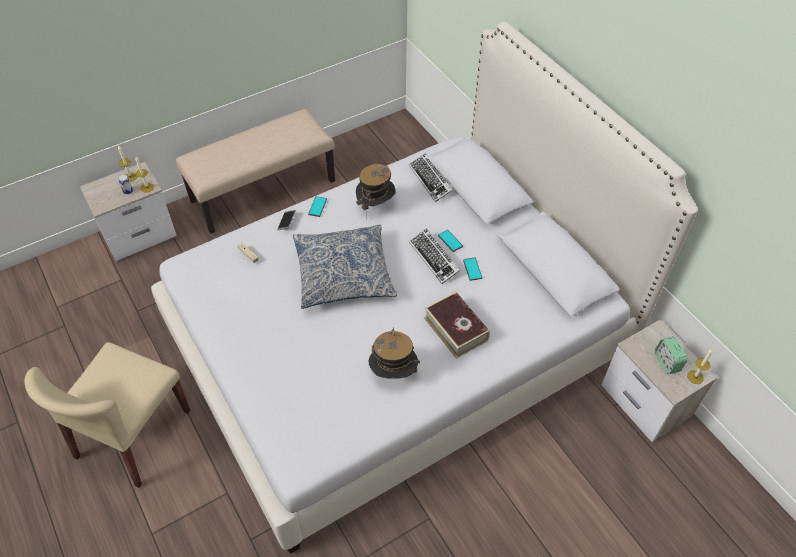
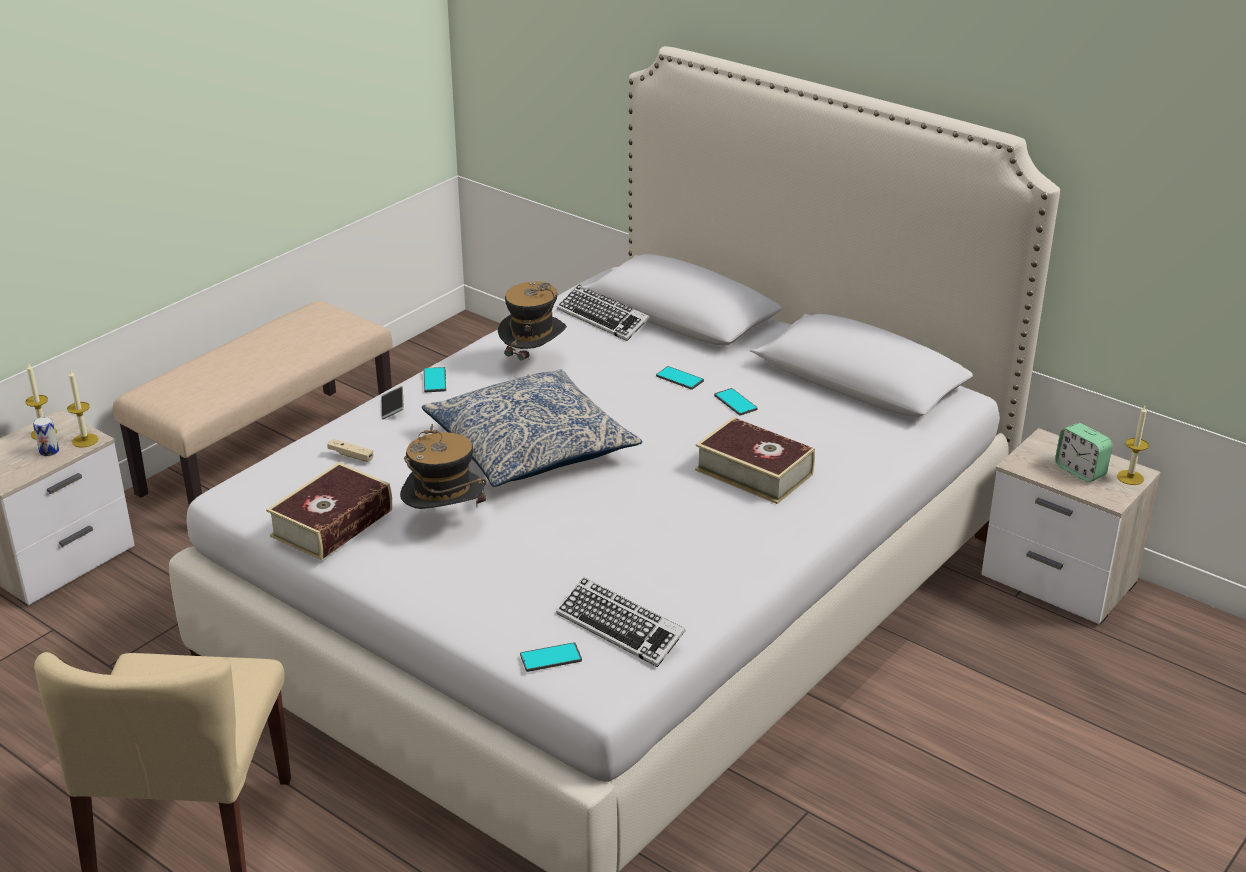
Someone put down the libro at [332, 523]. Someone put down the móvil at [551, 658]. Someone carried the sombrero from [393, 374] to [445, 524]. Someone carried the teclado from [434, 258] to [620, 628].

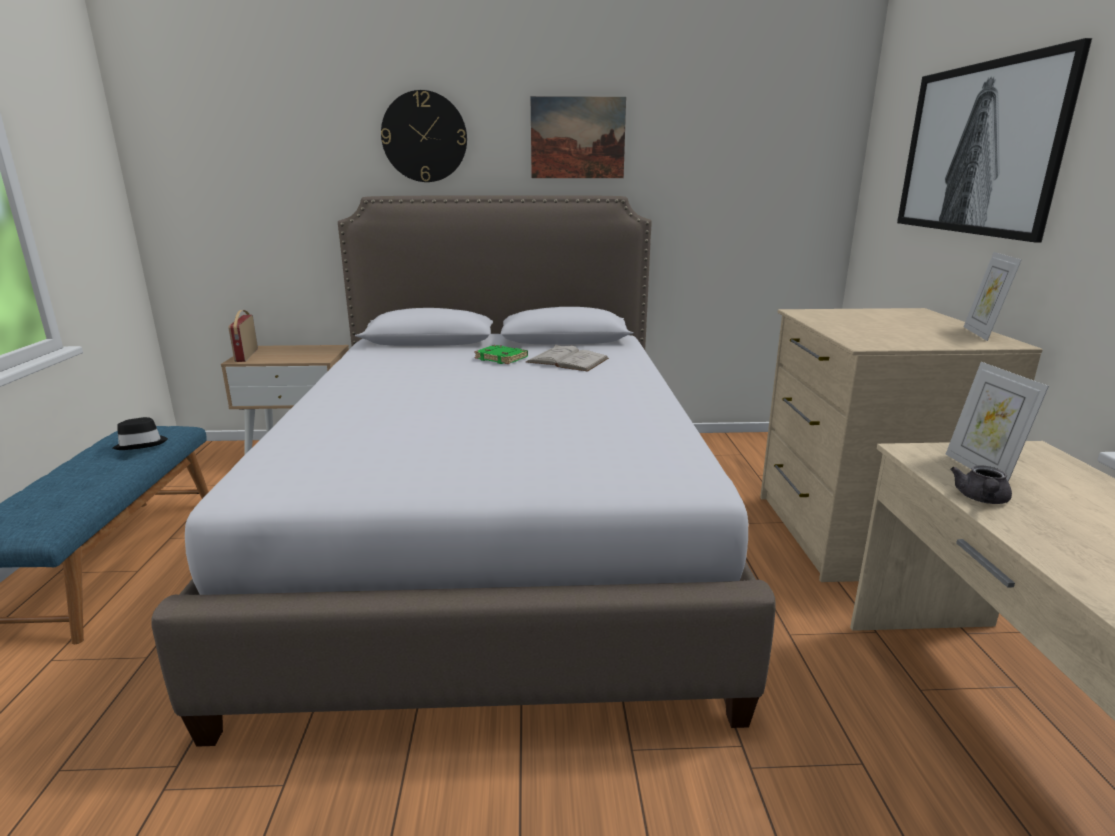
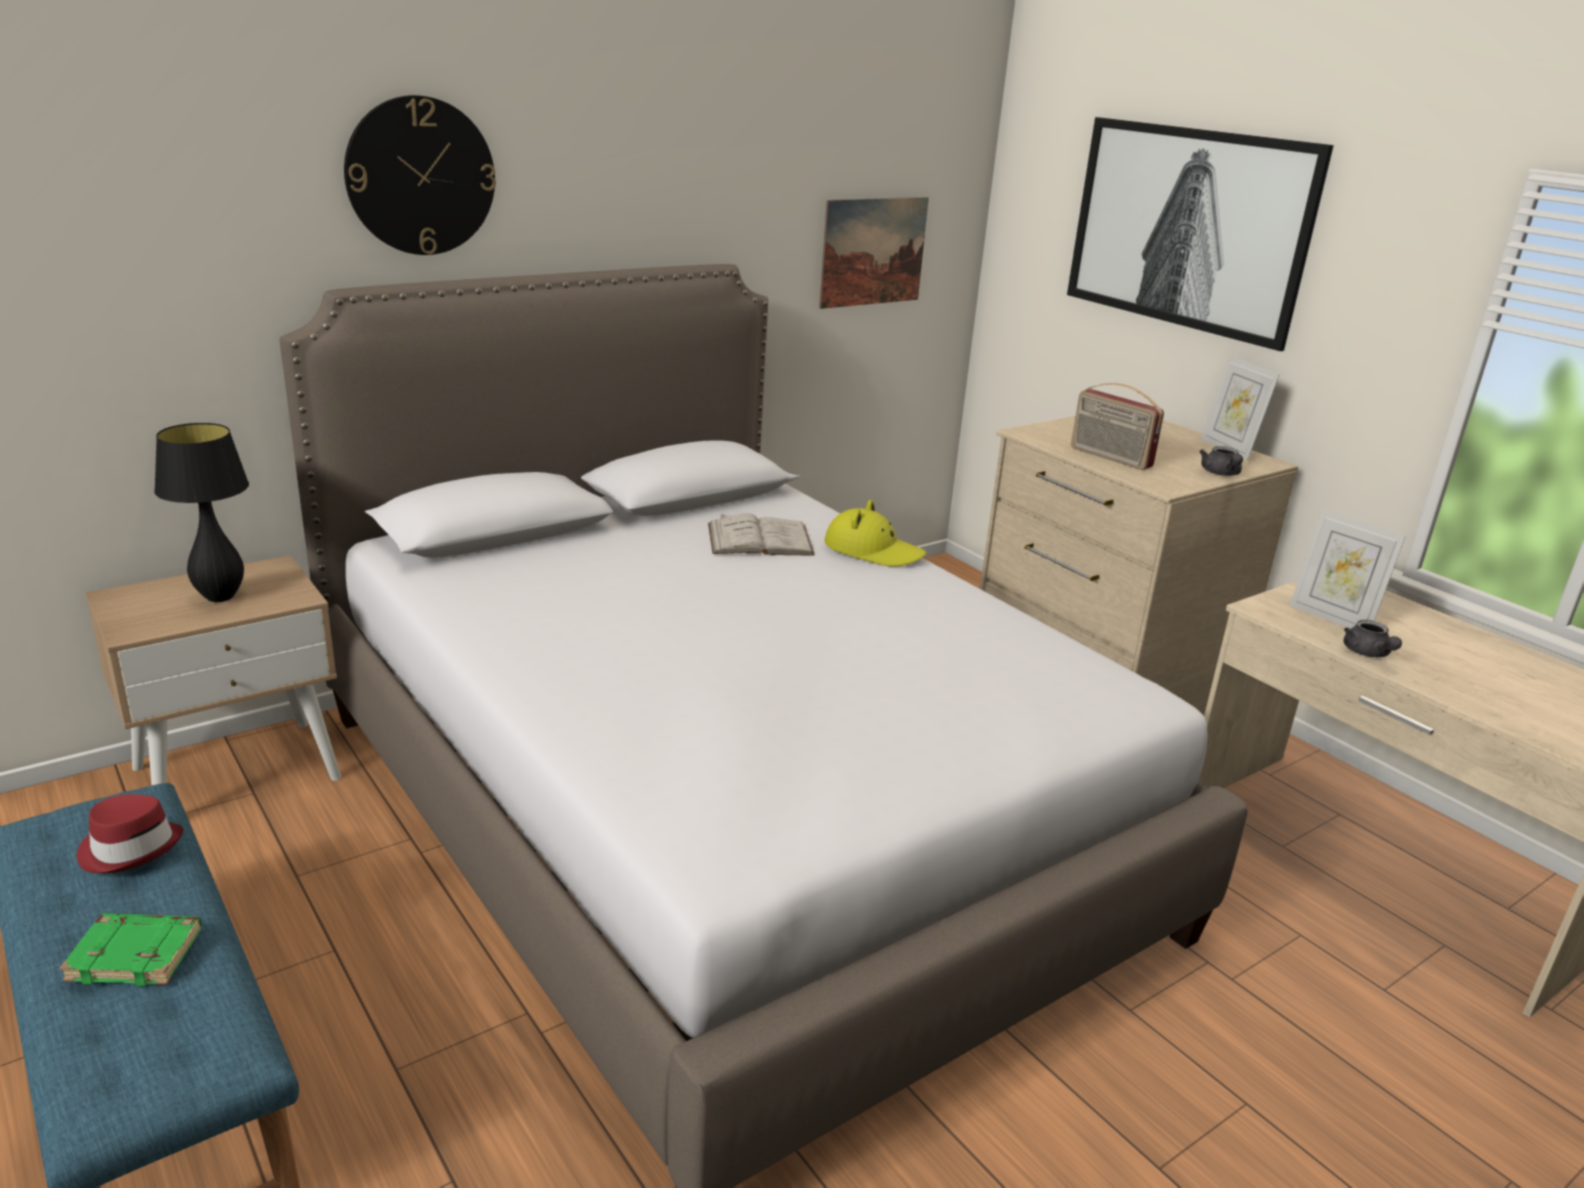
Someone put down the lámpara de mesa [negro] at [220, 597]. Someone put down the sombrero [amarillo] at [873, 551]. Someone put down the tetera [gris] at [1221, 474]. Someone carried the radio from [246, 355] to [1109, 458]. Someone carried the libro [verde] from [502, 358] to [137, 954]. Someone carried the cuadro from [577, 138] to [873, 251]. Someone repainted the sombrero [negro] at [142, 444], which became the sombrero [rojo] at [130, 847].

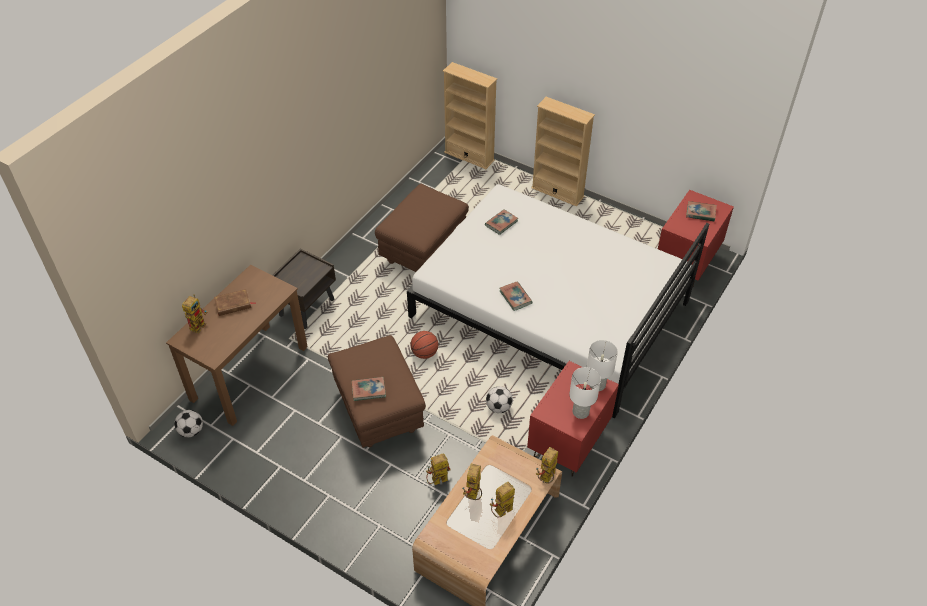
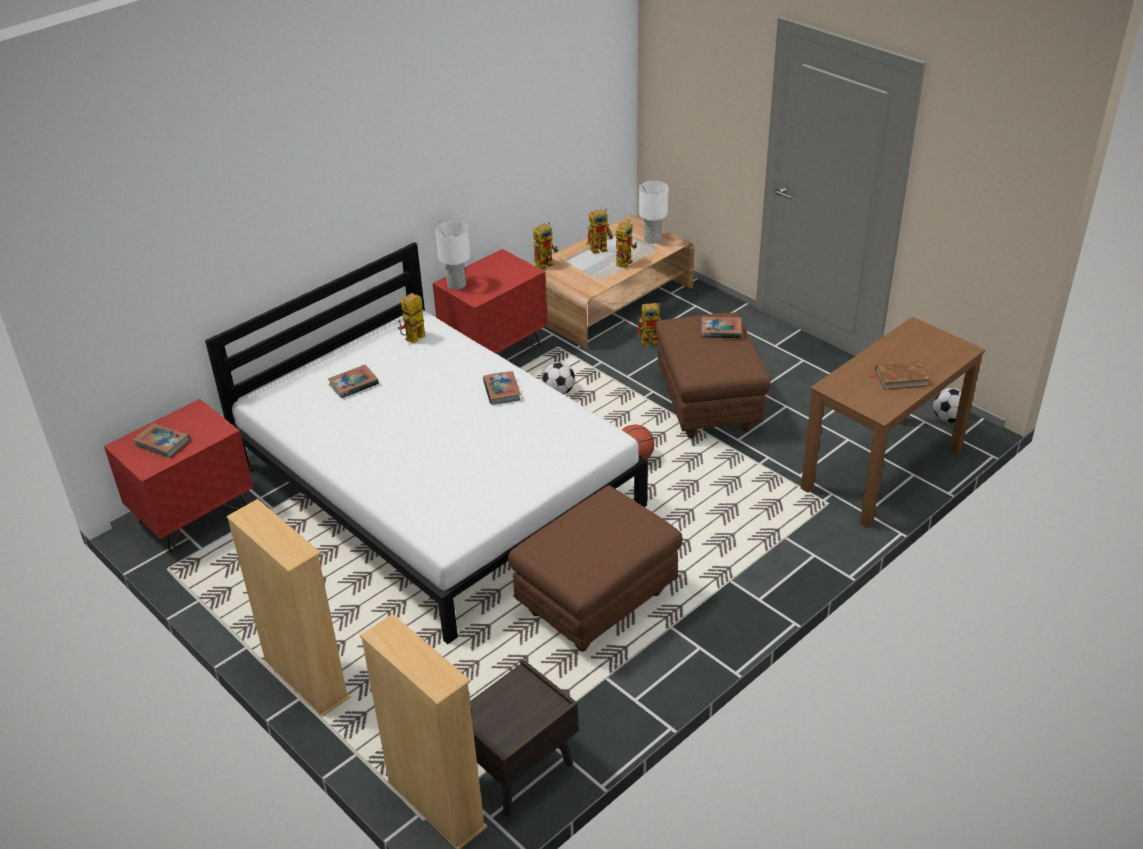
Someone carried the robot de juguete from [199, 324] to [413, 340]. Someone carried the mesita de noche [marrón] from [307, 307] to [518, 772]. Someone carried the libro from [501, 223] to [353, 384]. Someone carried the lámpara de mesa [blanco] from [581, 412] to [652, 239].

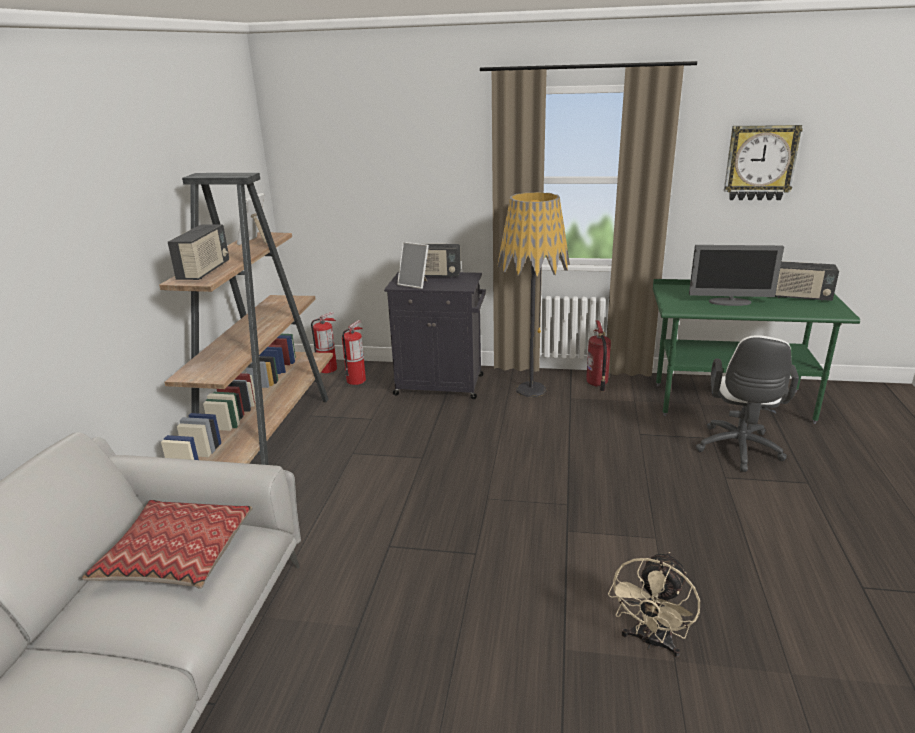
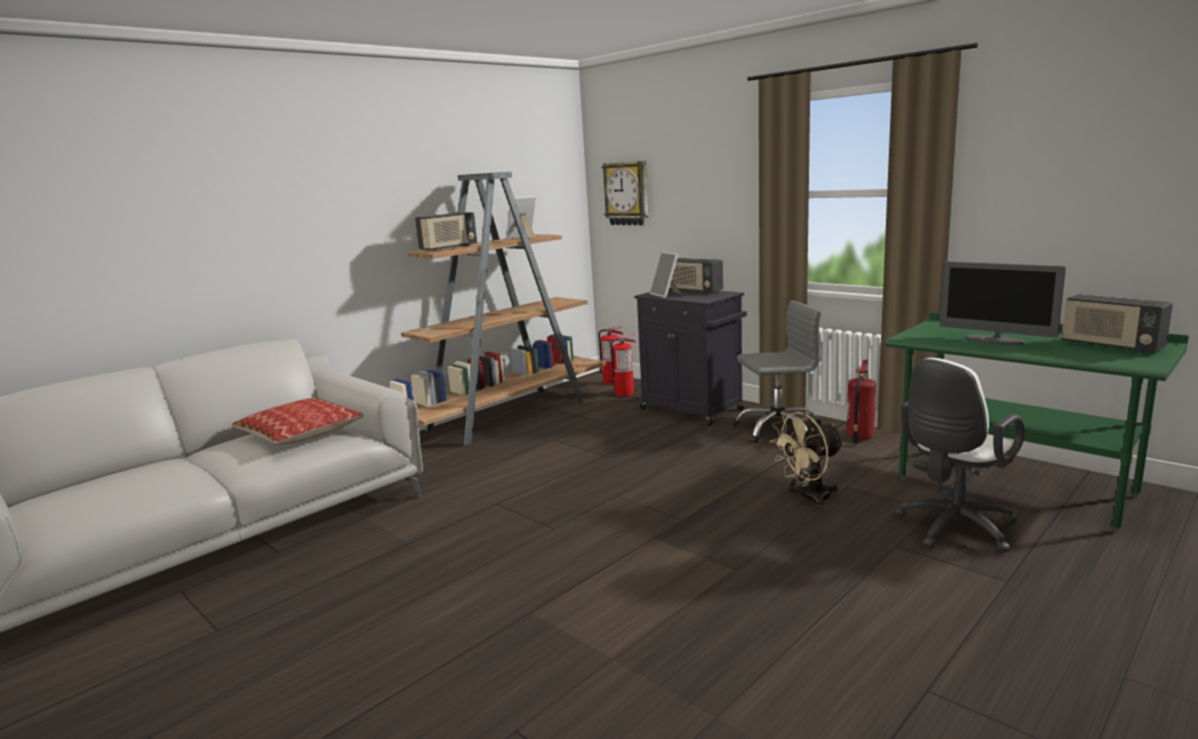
Someone carried the ventilador [beis] from [651, 642] to [808, 498]. Someone carried the reloj de pared from [760, 163] to [627, 193]. Someone swapped the lámpara de pie at [531, 390] for the silla de oficina [gris] at [777, 429].

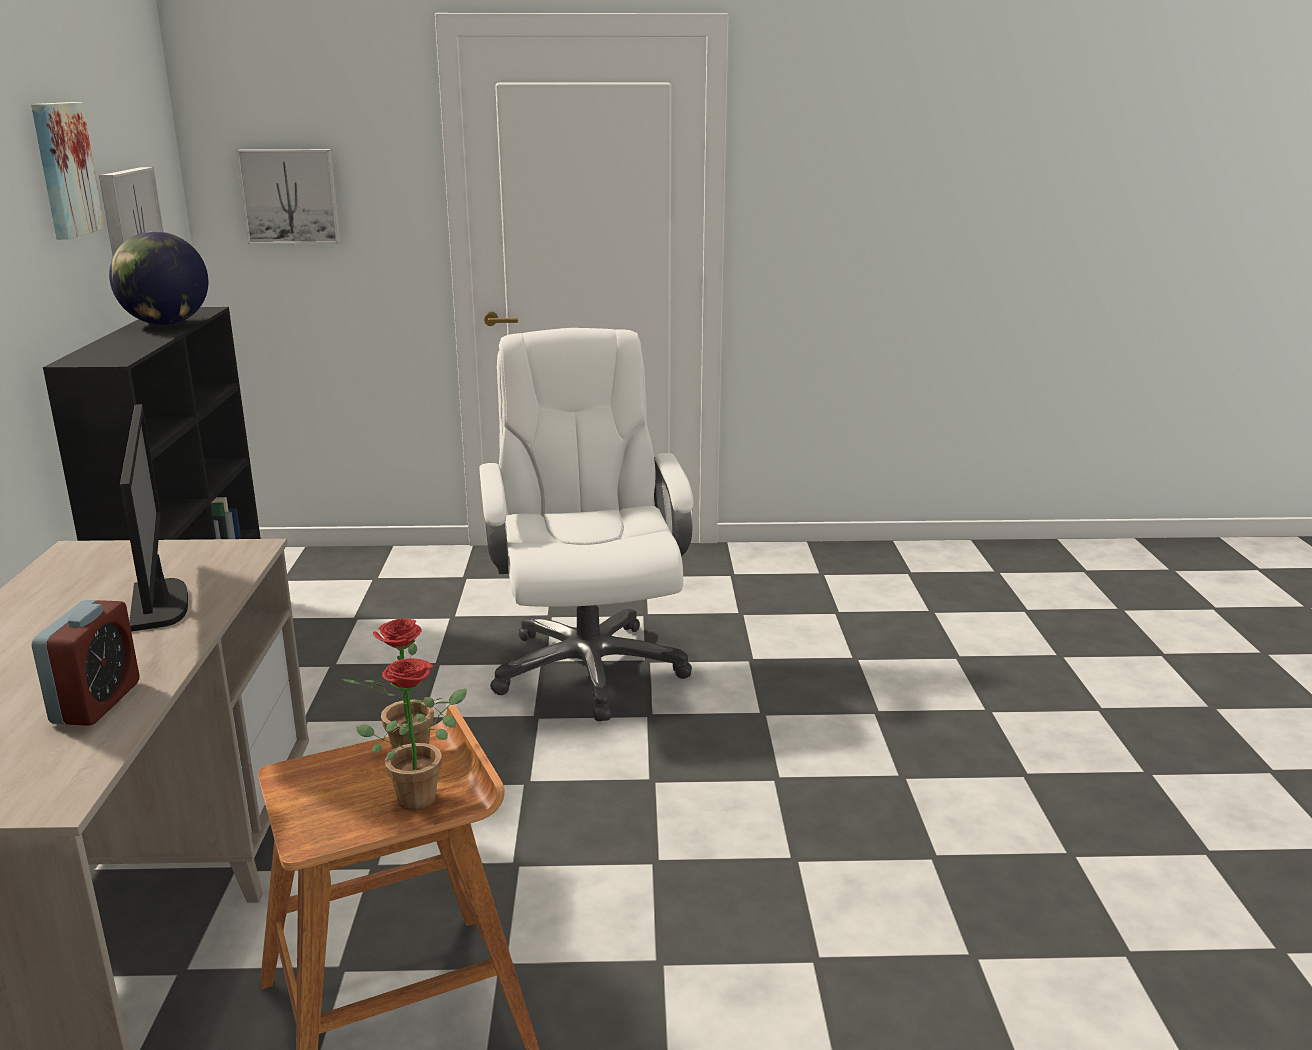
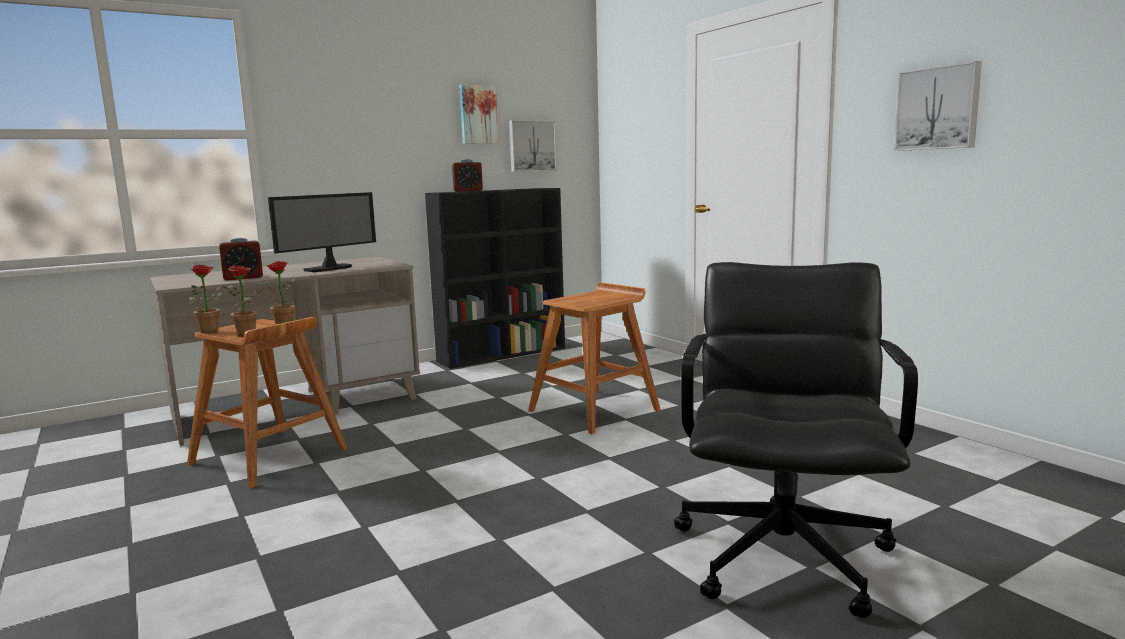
Someone took away the globo terráqueo at [166, 324]. Someone put down the planta en maceta at [213, 330]. Someone put down the despertador at [467, 191]. Someone put down the silla de oficina [negro] at [784, 555]. Someone carried the cuadro from [291, 196] to [938, 108]. Someone swapped the silla de oficina [blanco] at [588, 668] for the taburete [marrón] at [595, 410].

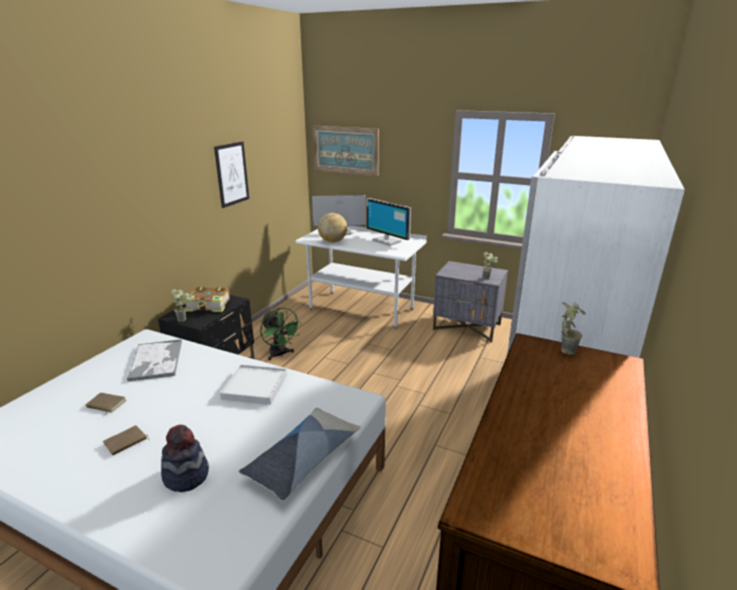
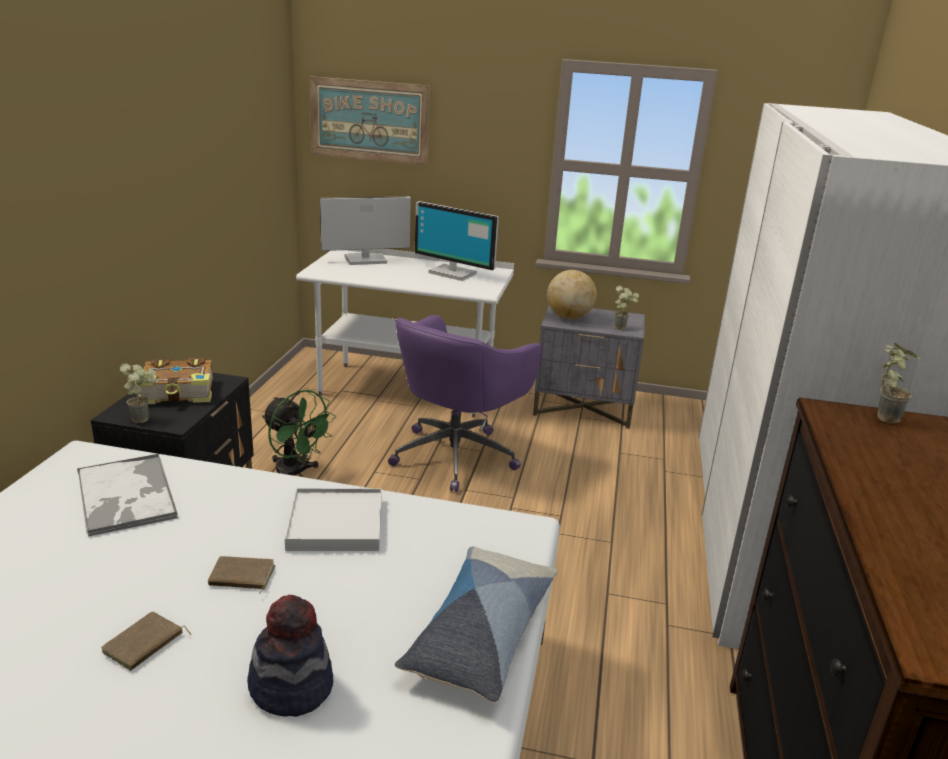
Someone took away the cuadro at [232, 174]. Someone put down the silla de oficina [morado] at [457, 455]. Someone carried the libro [marrón] from [105, 405] to [241, 577]. Someone carried the globo terráqueo from [333, 241] to [569, 317].

